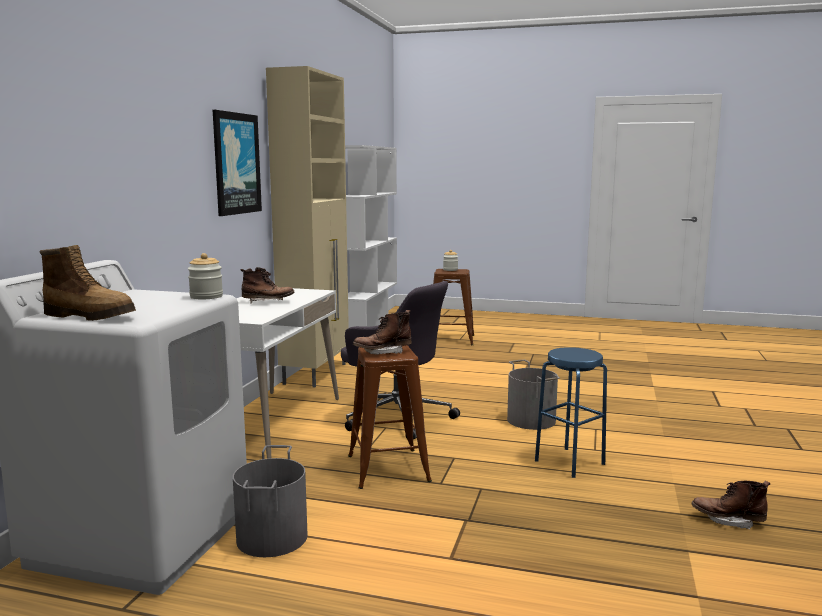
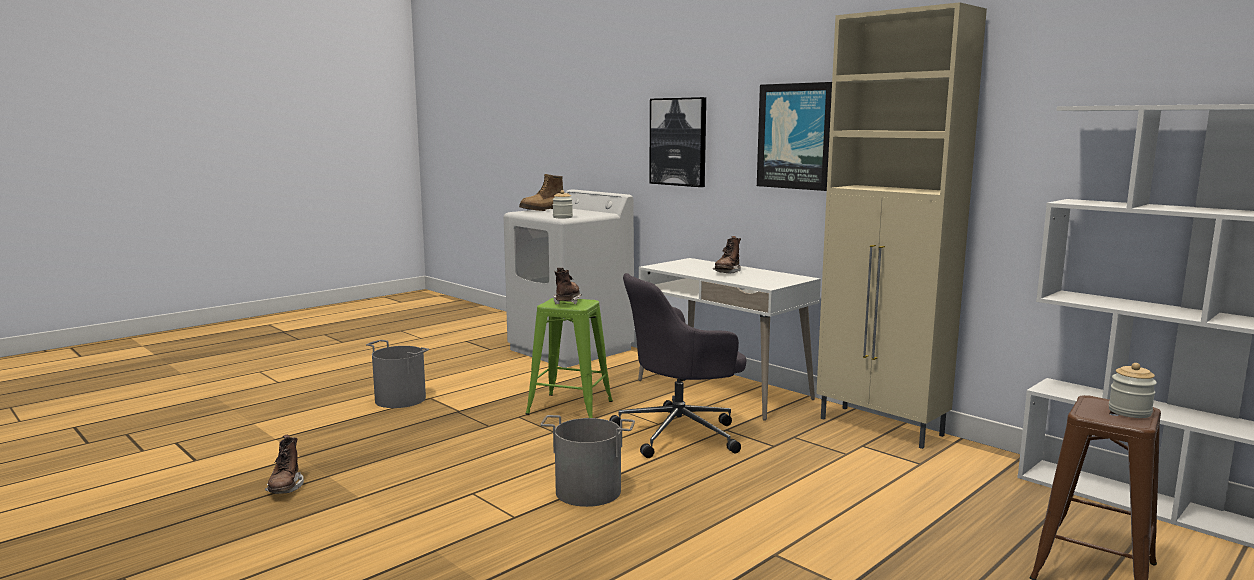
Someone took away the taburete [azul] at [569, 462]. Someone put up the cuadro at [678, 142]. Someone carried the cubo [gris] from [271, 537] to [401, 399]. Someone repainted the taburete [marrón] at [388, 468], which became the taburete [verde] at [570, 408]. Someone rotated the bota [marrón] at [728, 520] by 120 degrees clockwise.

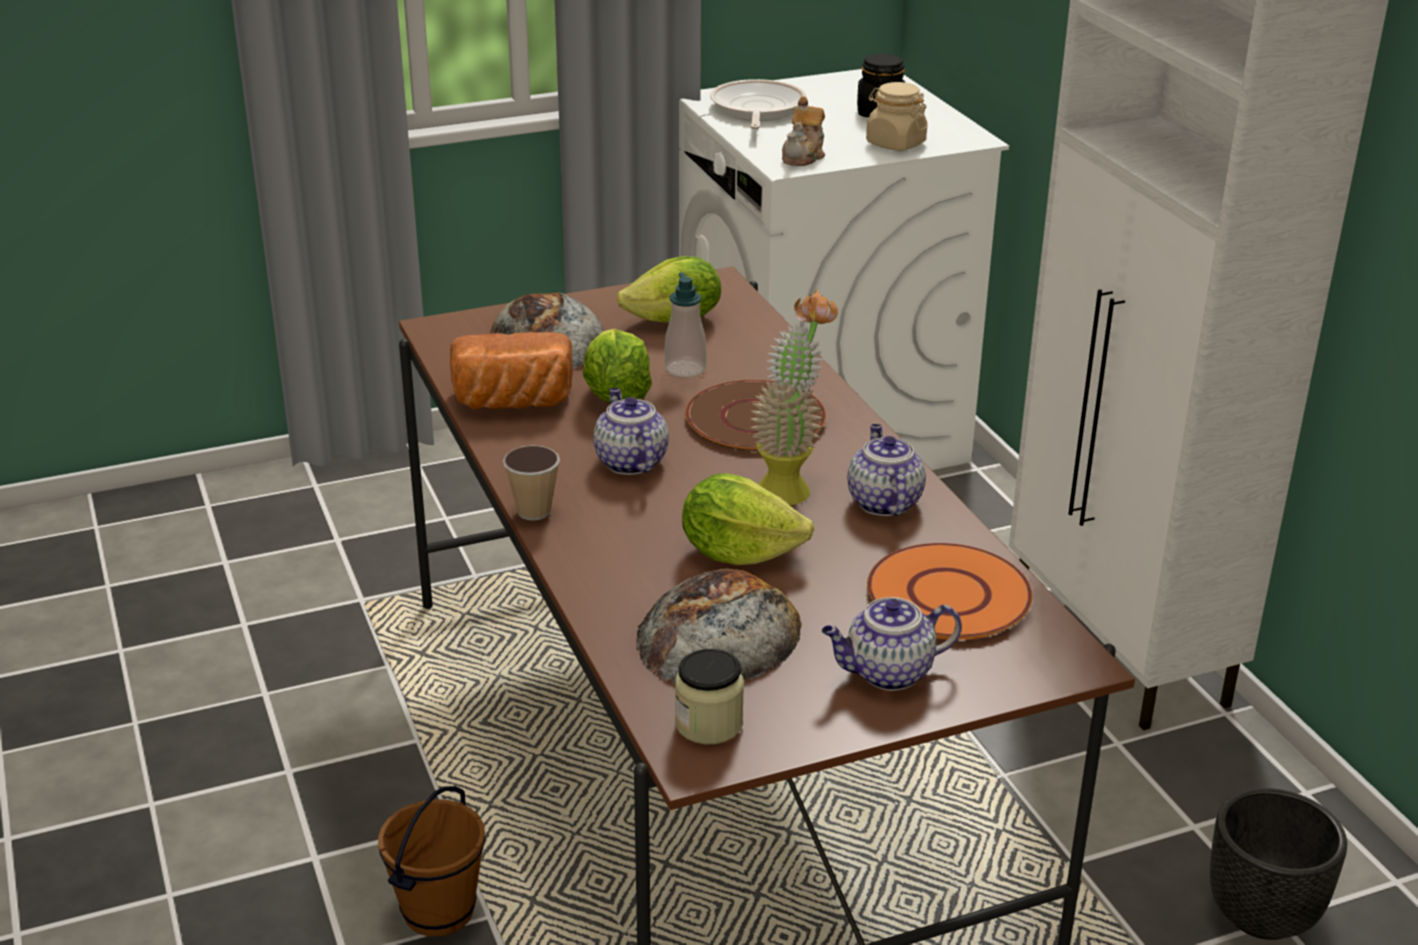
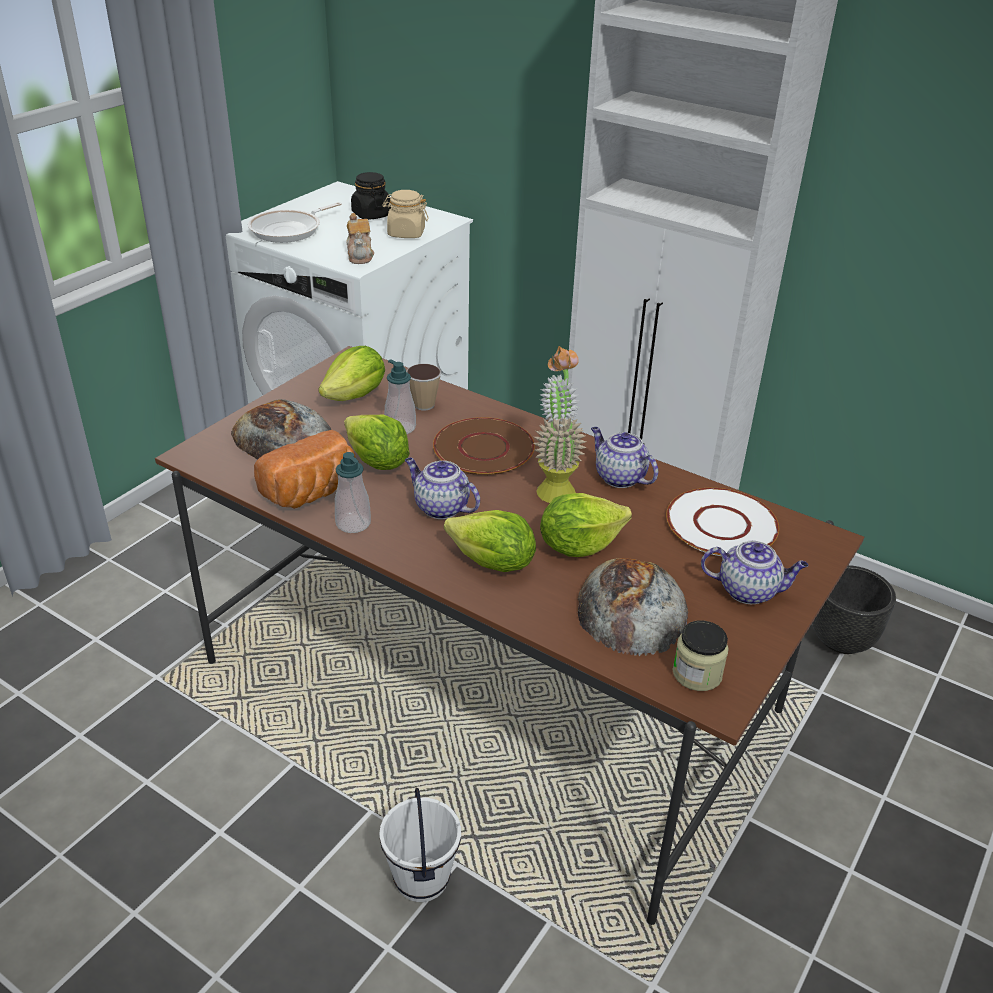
Someone put down the dispensador de jabón at [353, 523]. Someone put down the lechuga at [492, 563]. Someone carried the taza from [534, 511] to [424, 405]. Someone repainted the cubo [marrón] at [437, 911], which became the cubo [blanco] at [420, 879]. Someone repainted the plato [naranja] at [949, 596], which became the plato [blanco] at [722, 525]. Someone rotated the sartén at [756, 109] by 105 degrees counterclockwise. Someone rotated the tetera at [887, 673] by 120 degrees counterclockwise.

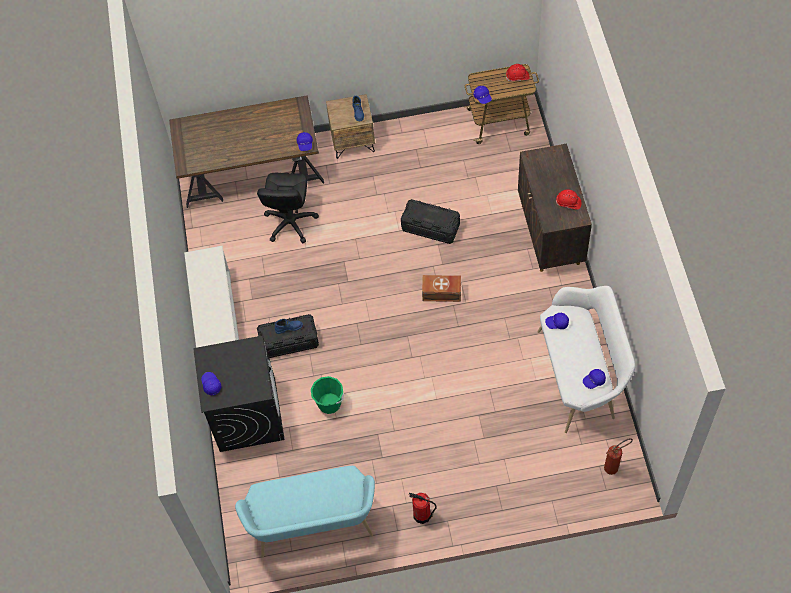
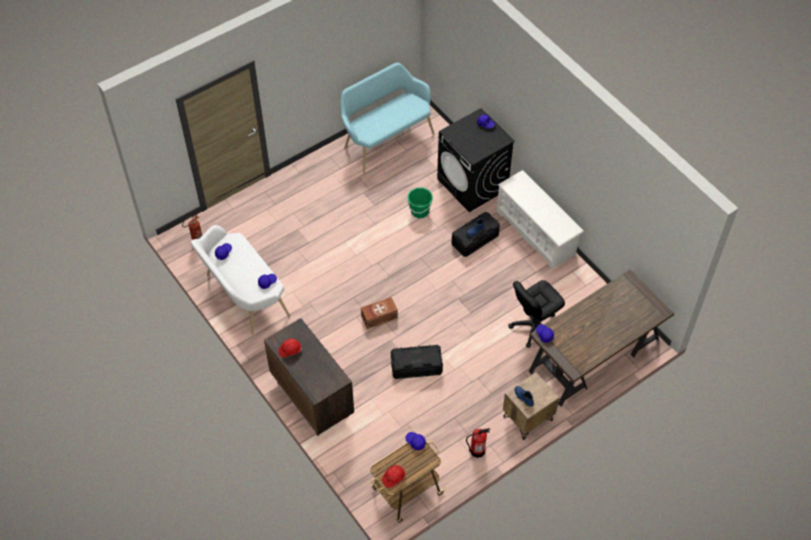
Someone carried the extintor from [422, 515] to [477, 450]. Someone rotated the silla de oficina [negro] at [290, 223] by 105 degrees counterclockwise.

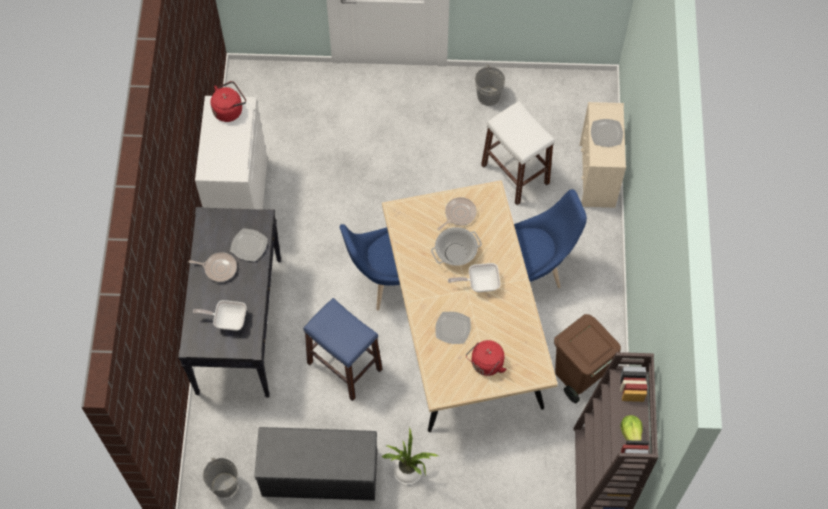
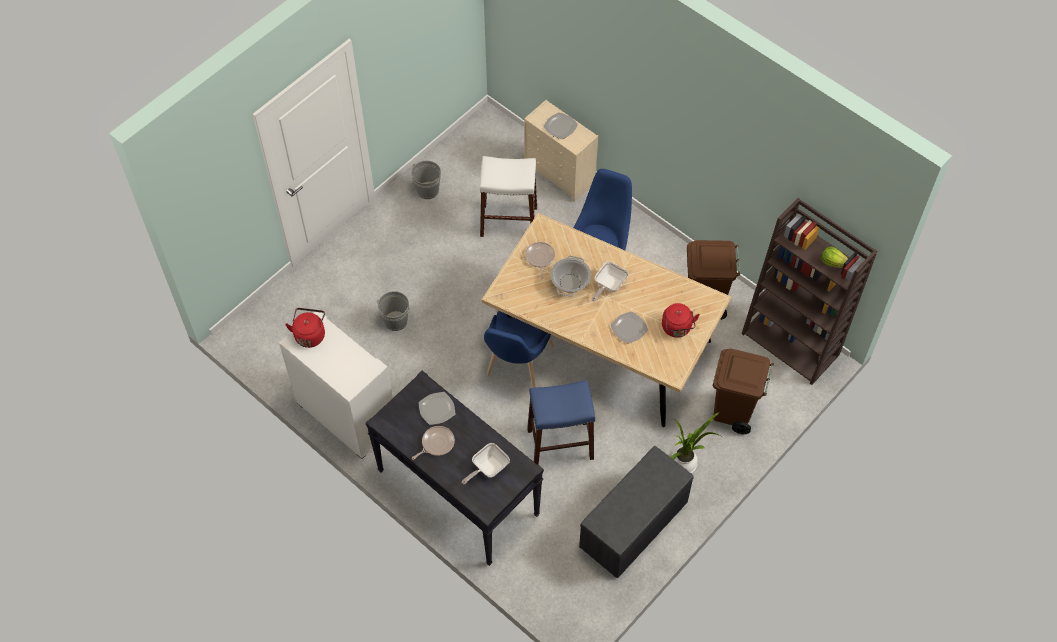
Someone put down the papelera [marrón] at [733, 411]. Someone carried the cubo [gris] from [224, 485] to [395, 321].

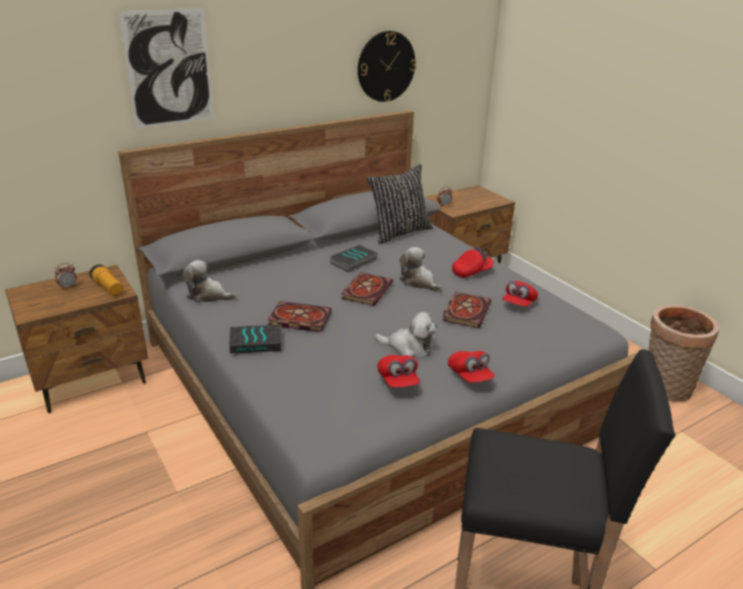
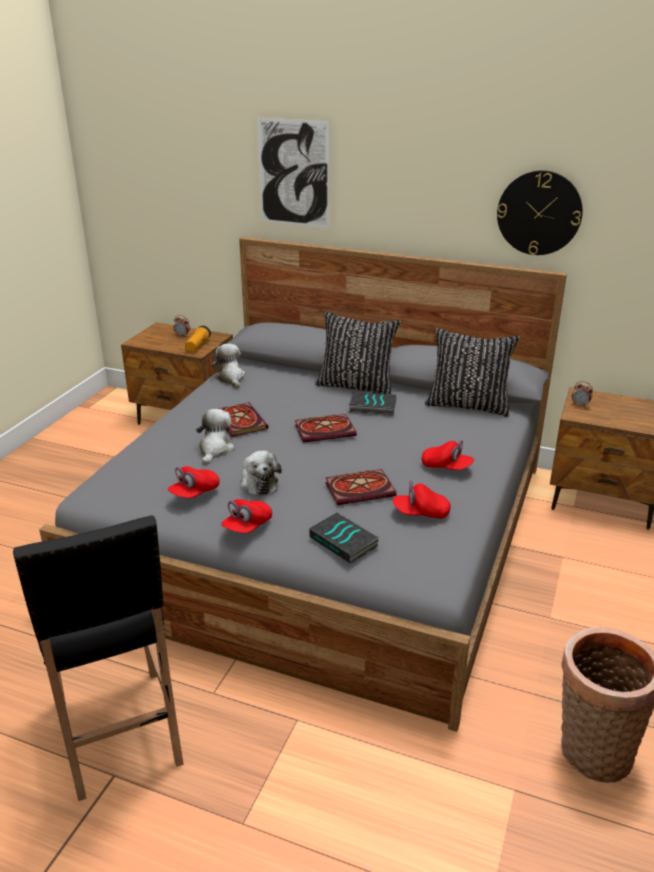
Someone put down the cojín [negro] at [356, 386]. Someone carried the libro from [256, 342] to [344, 541]. Someone carried the peluche from [418, 282] to [215, 450].

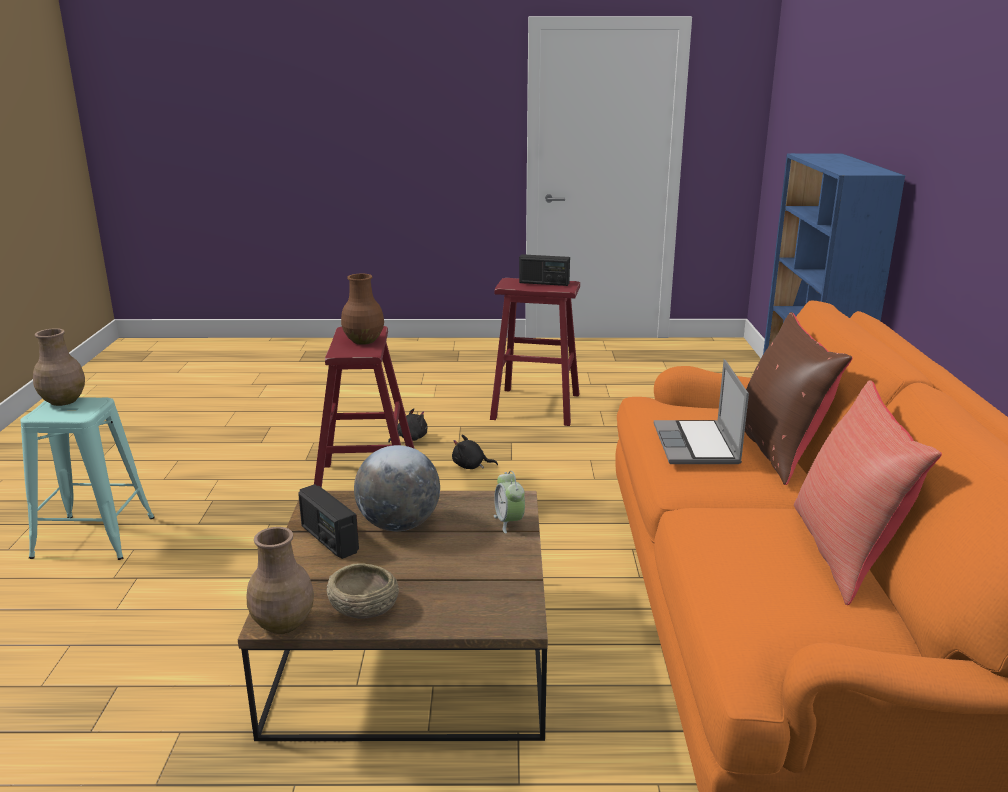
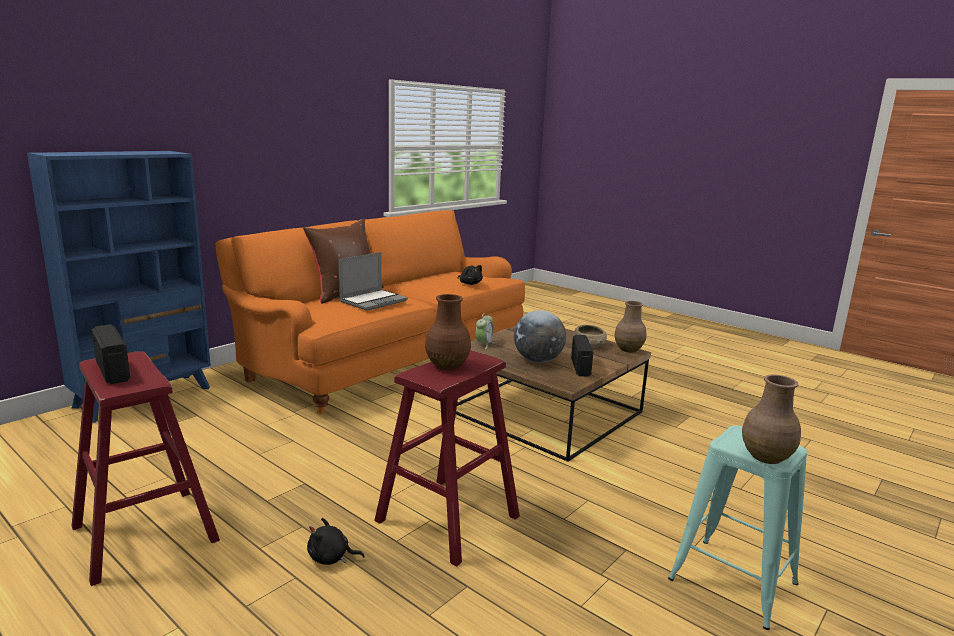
Someone took away the cojín [rojo] at [845, 552]. Someone carried the peluche [negro] from [471, 466] to [470, 283].

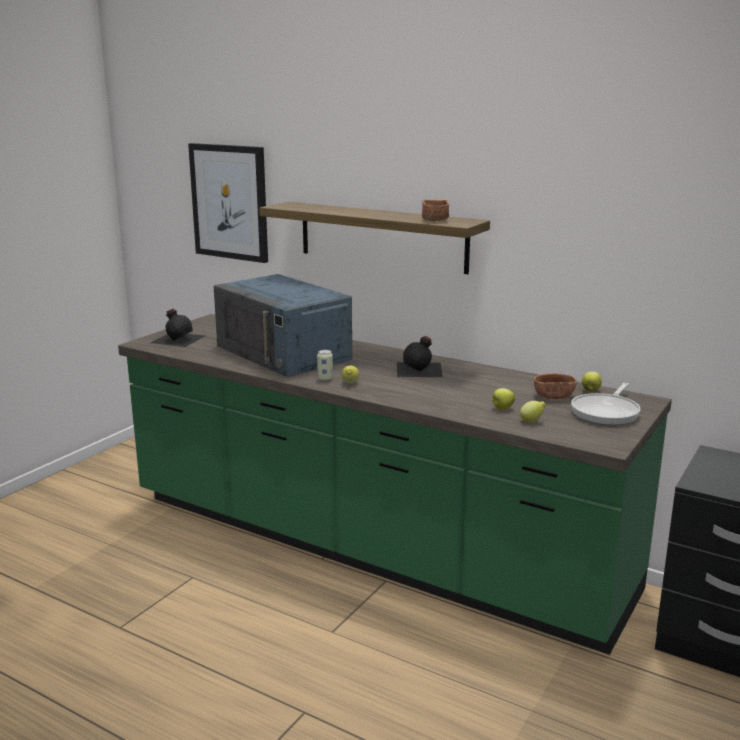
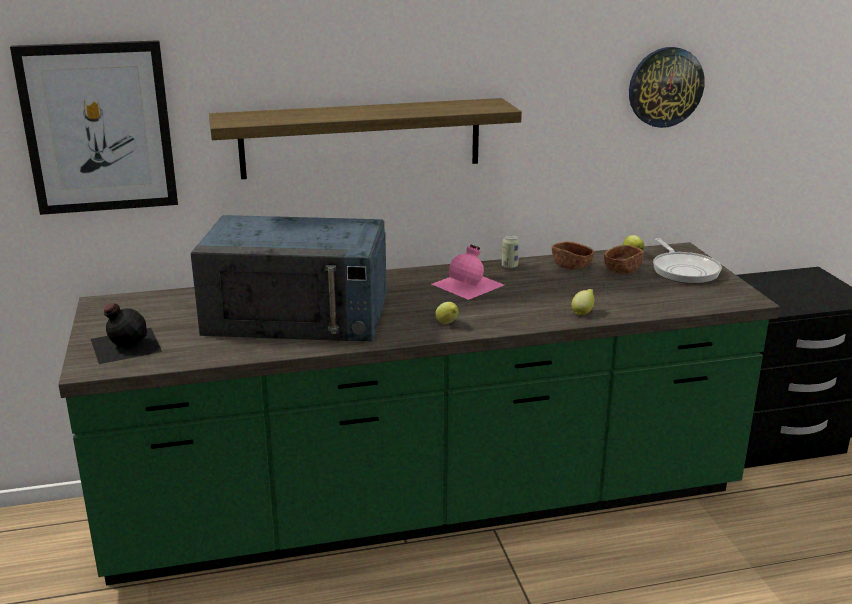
Someone took away the manzana at [502, 408]. Someone put up the reloj de pared at [665, 87]. Someone carried the lata from [325, 379] to [509, 266]. Someone carried the cuenco [marrón] from [435, 220] to [571, 266]. Someone carried the limón from [532, 421] to [582, 312]. Someone repainted the botella [negro] at [420, 369], which became the botella [rosa] at [469, 284].

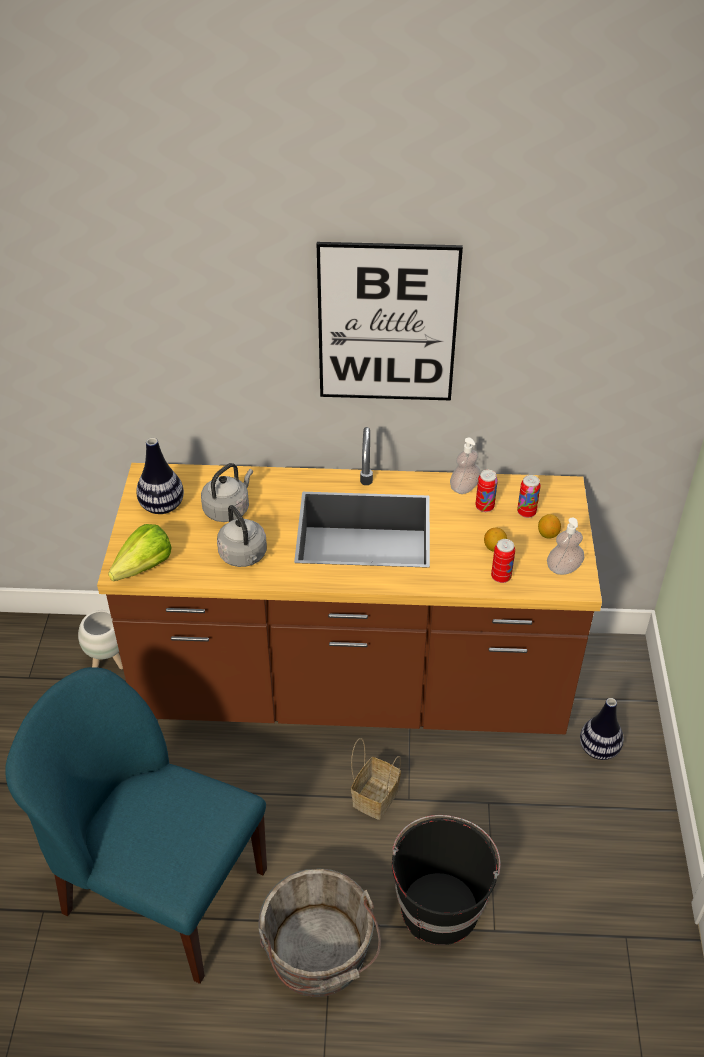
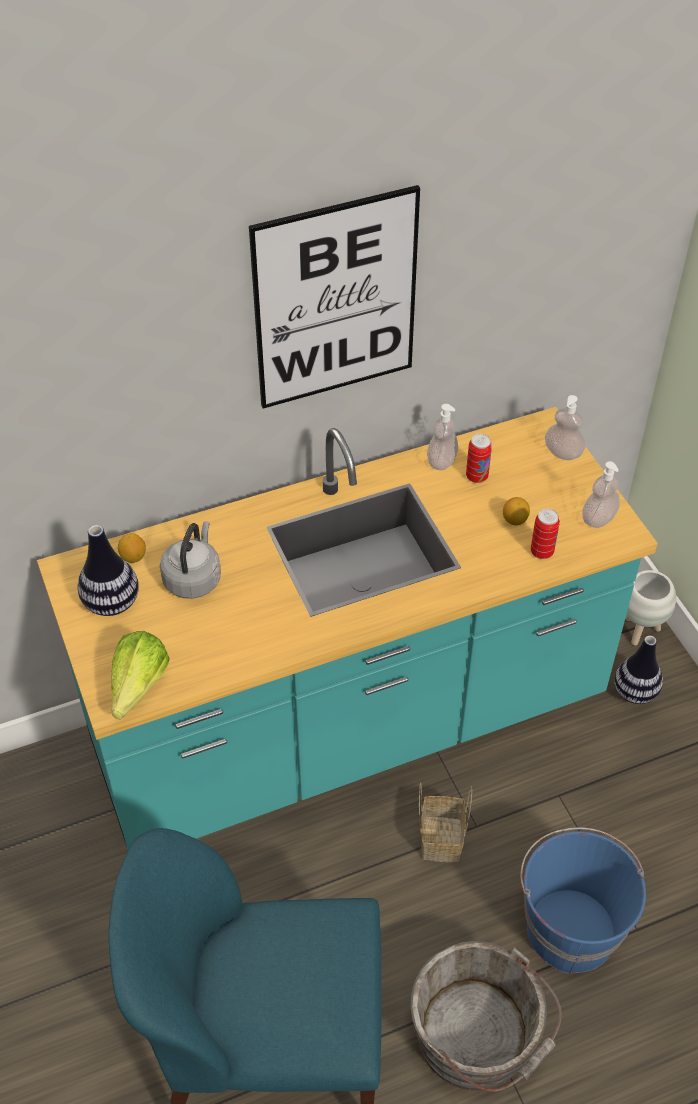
Someone took away the hervidor [gris] at [244, 556]. Someone took away the lata at [526, 512]. Someone put down the dispensador de jabón at [563, 452]. Someone carried the maceta [blanco] from [109, 663] to [640, 630]. Someone carried the limón from [547, 534] to [133, 557]. Someone repainted the mueble bajo de cocina [marrón] at [352, 688], which became the mueble bajo de cocina [turquesa] at [349, 726]. Someone repainted the cubo [negro] at [439, 905], which became the cubo [azul] at [570, 927].

